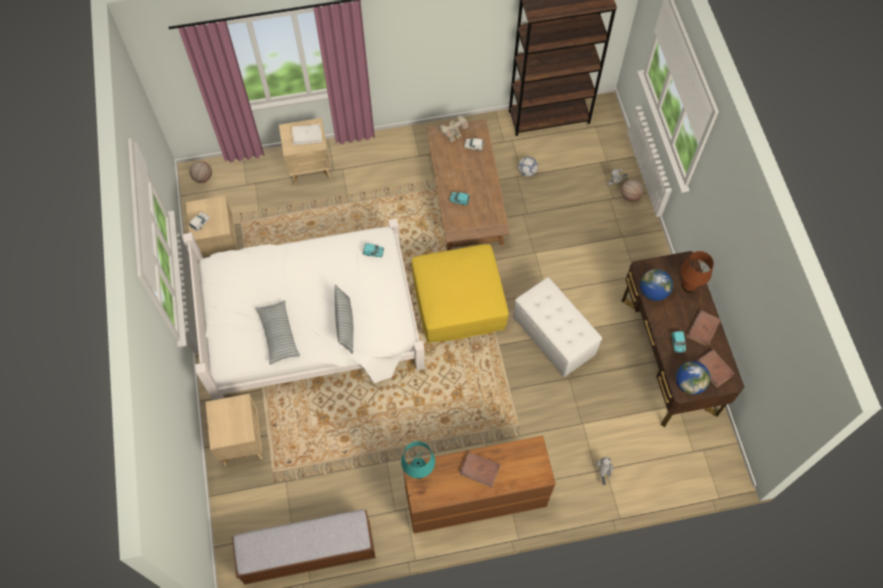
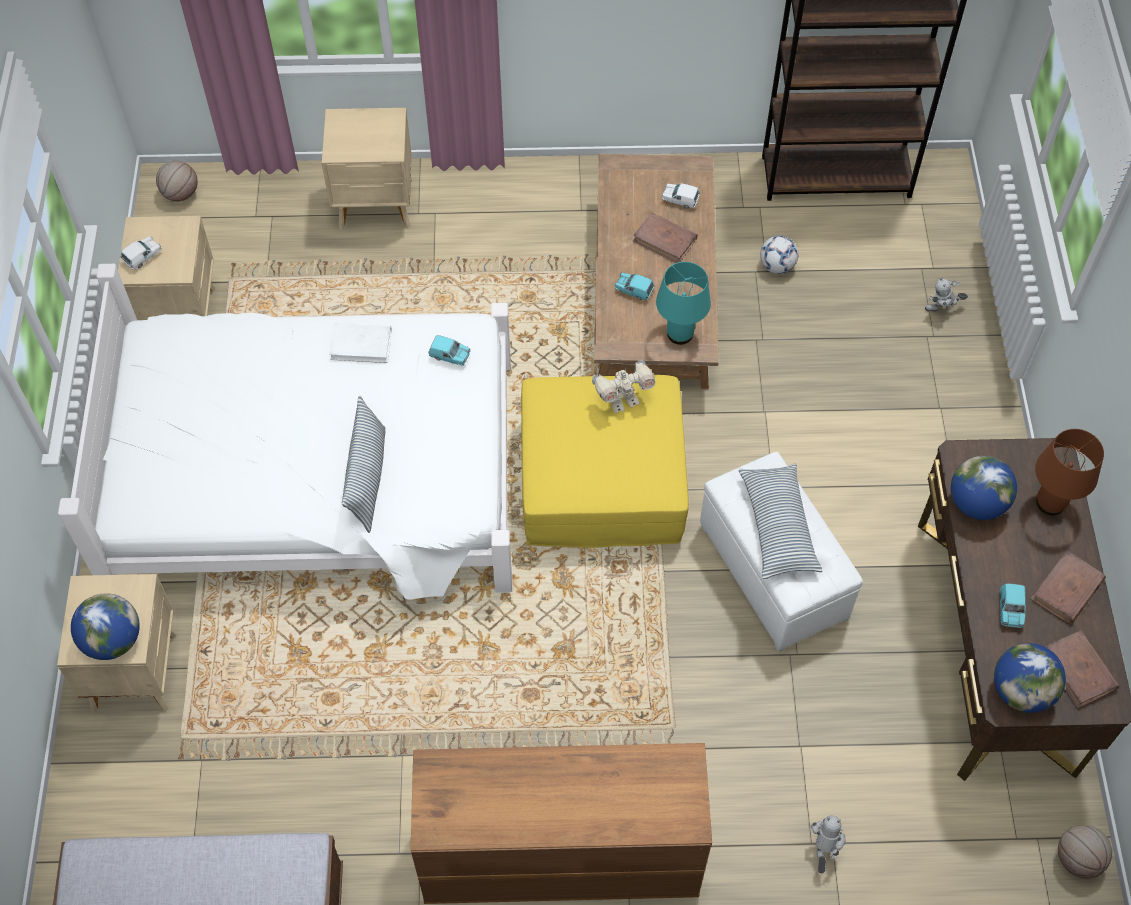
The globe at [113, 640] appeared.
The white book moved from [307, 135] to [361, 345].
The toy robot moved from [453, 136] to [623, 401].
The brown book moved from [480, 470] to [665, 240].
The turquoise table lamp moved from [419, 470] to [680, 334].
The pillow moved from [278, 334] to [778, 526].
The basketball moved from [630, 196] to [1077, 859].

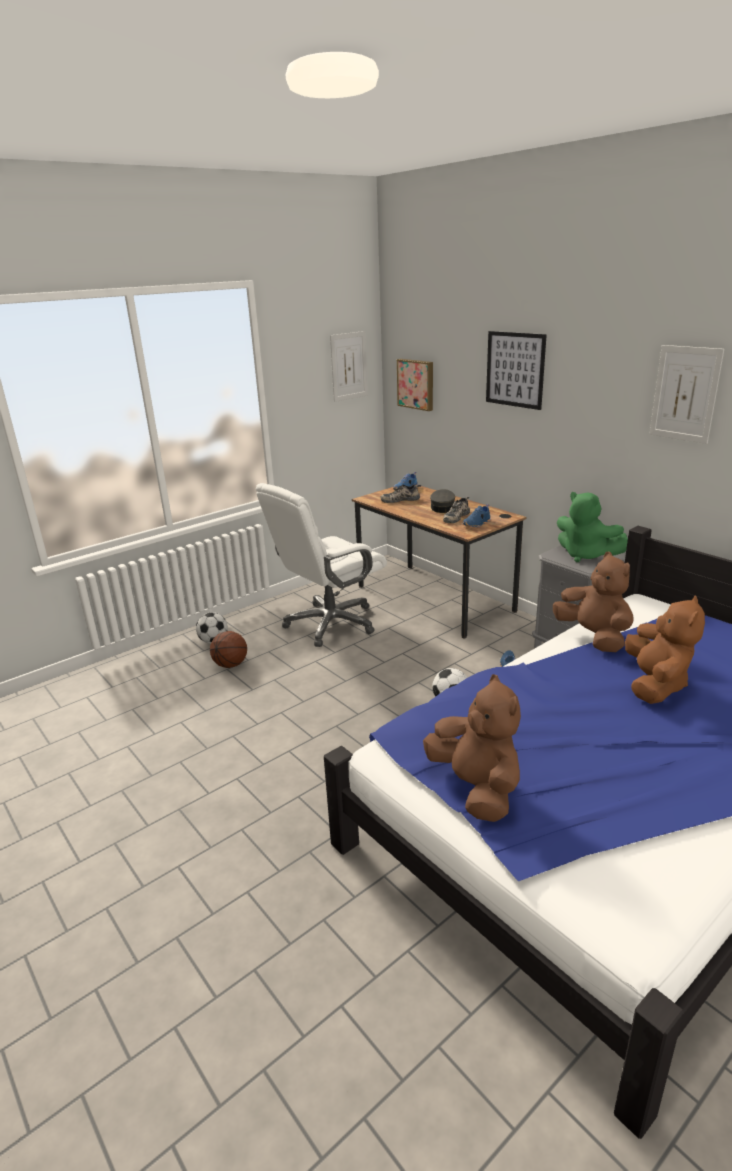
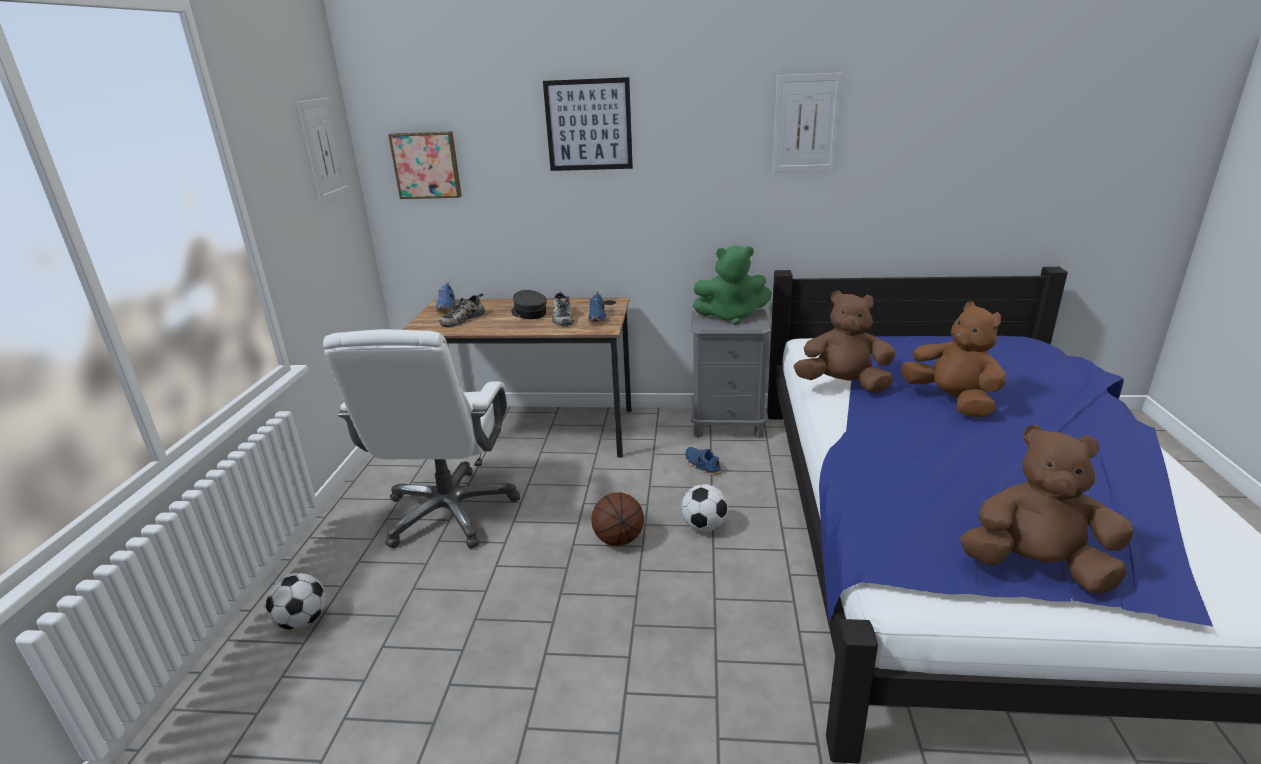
The basketball moved from [231, 664] to [618, 539].

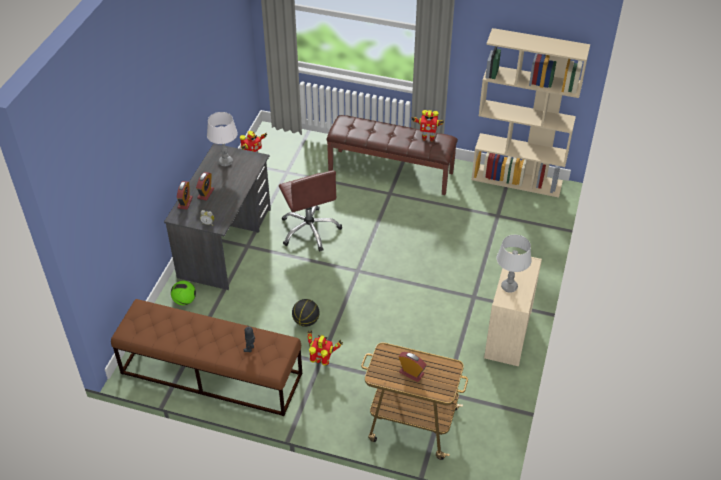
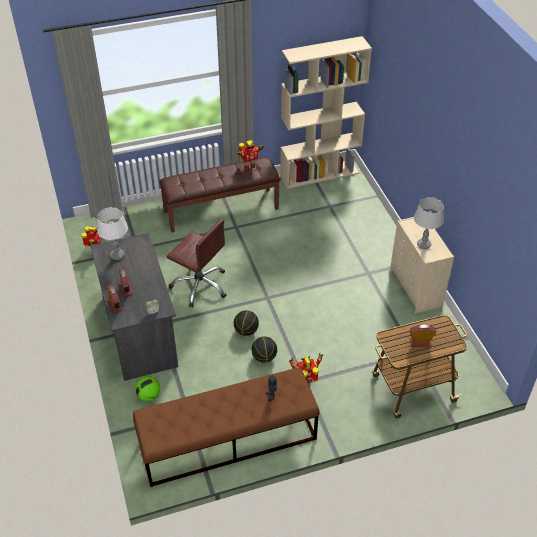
The basketball at [246, 331] appeared.

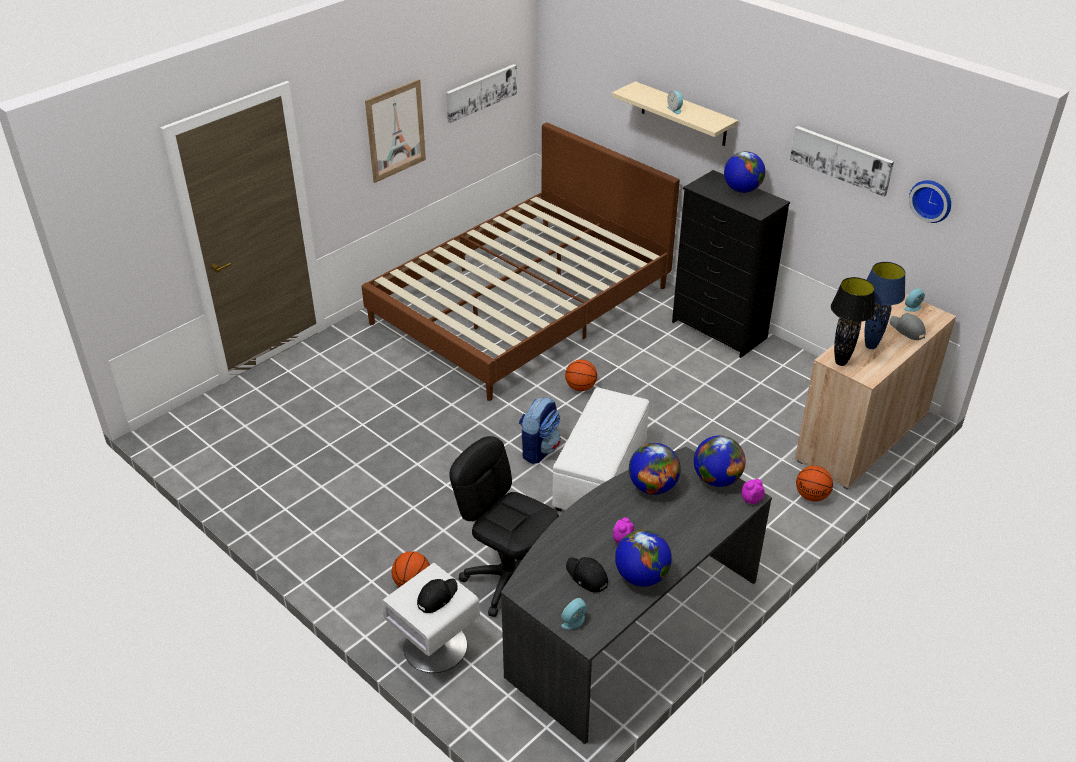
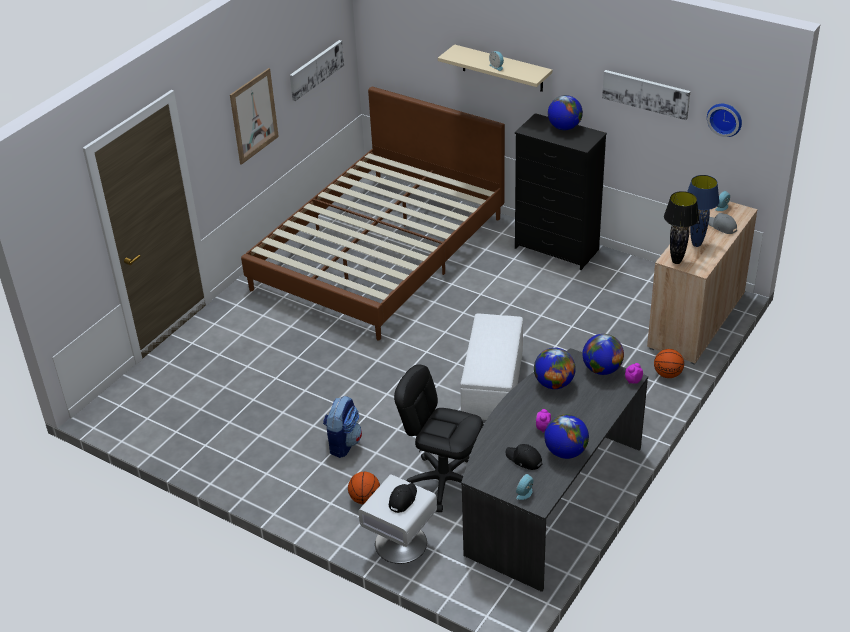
The backpack moved from [539, 449] to [343, 443].
The basketball at [580, 387] disappeared.

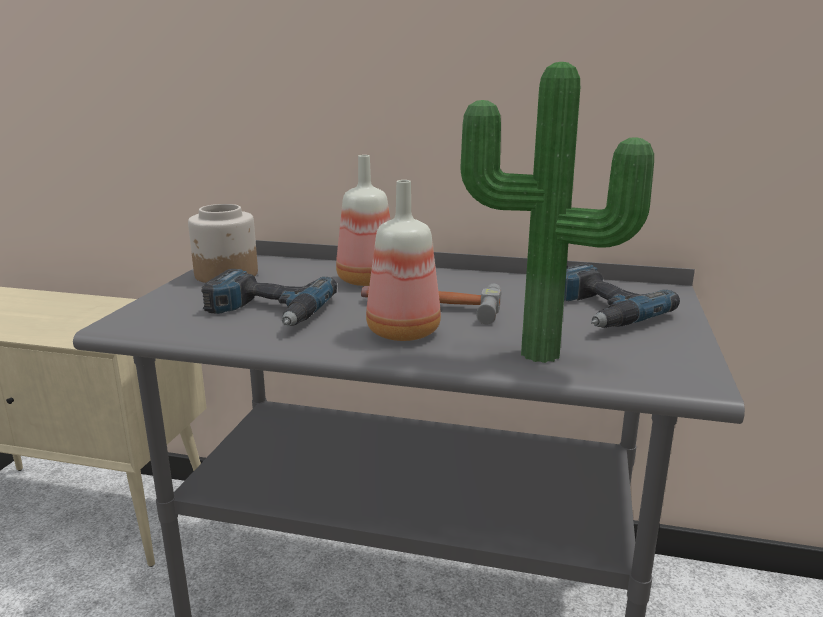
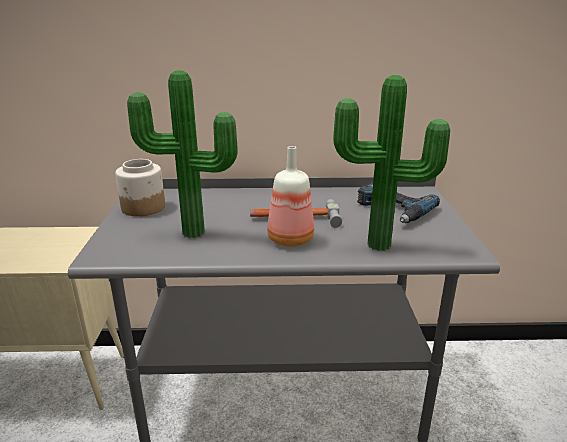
The power drill at [266, 312] was replaced by the potted plant at [193, 234].
The bottle at [368, 281] disappeared.

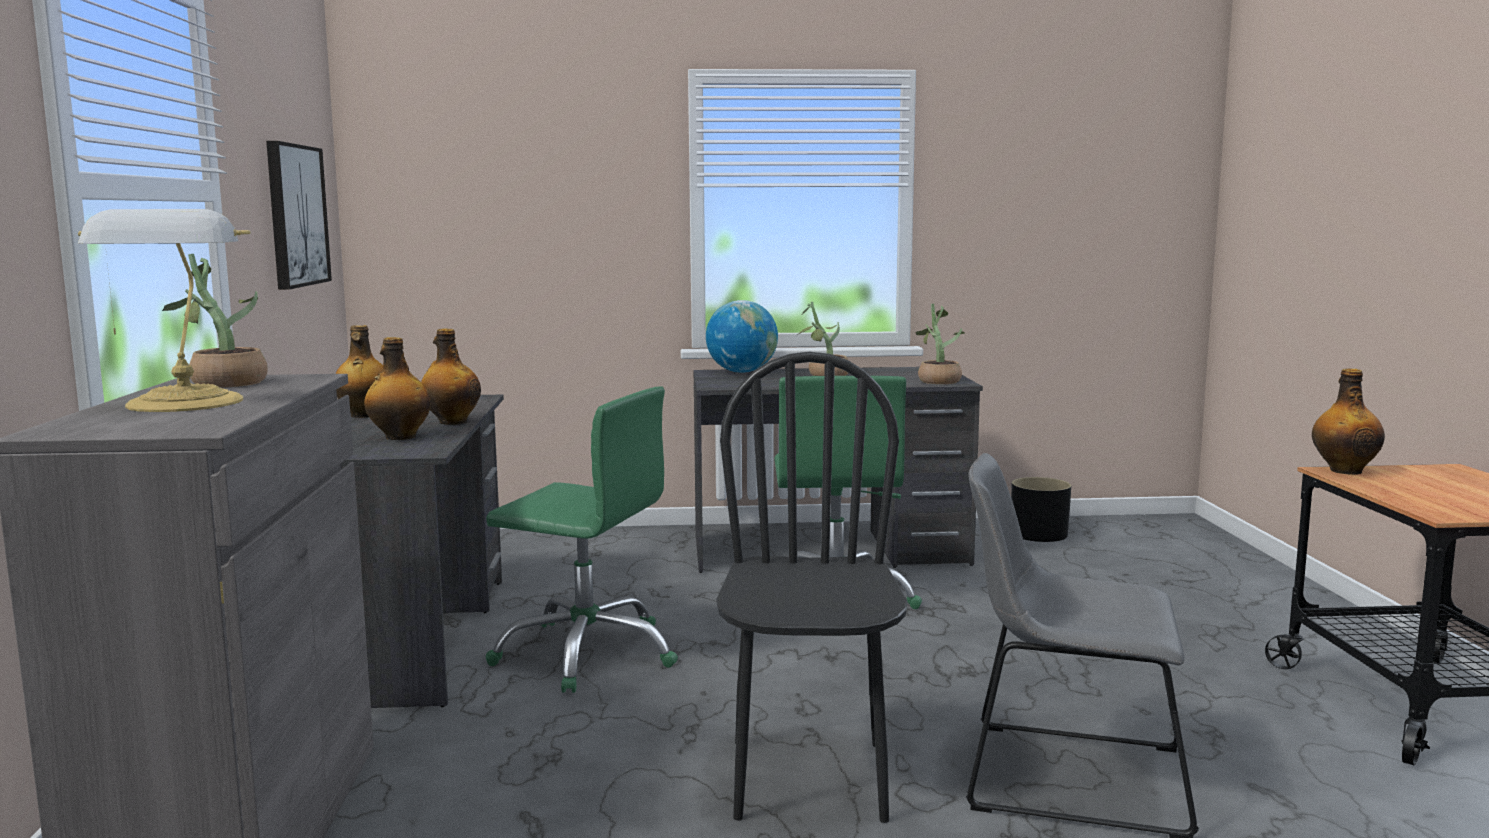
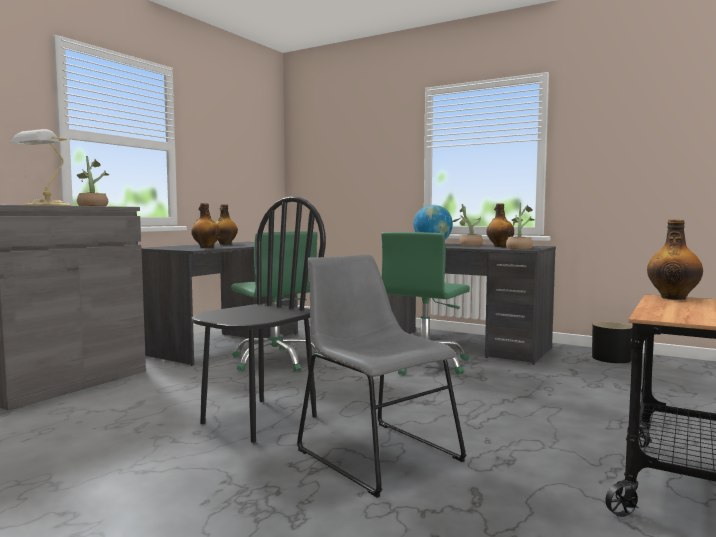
The bottle moved from [452, 422] to [499, 246].
The picture at [296, 215] disappeared.

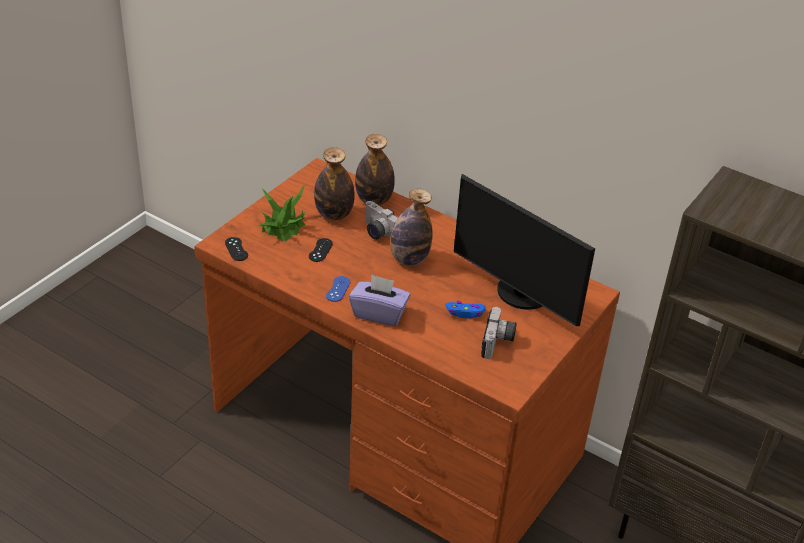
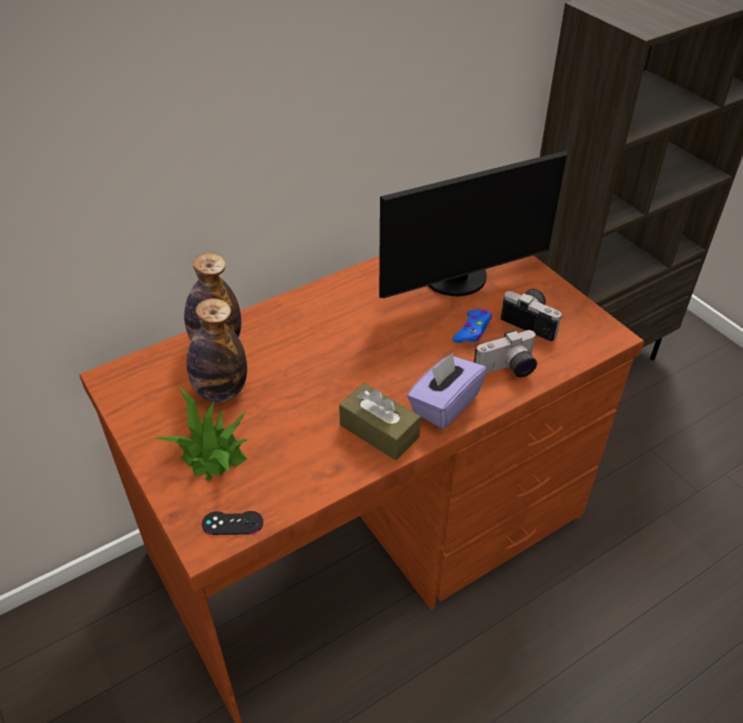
The blue game controller at [338, 289] was replaced by the brown tissue box at [379, 431].
The photo camera moved from [377, 232] to [507, 369].
The black game controller at [320, 250] disappeared.
The bottle at [409, 259] disappeared.

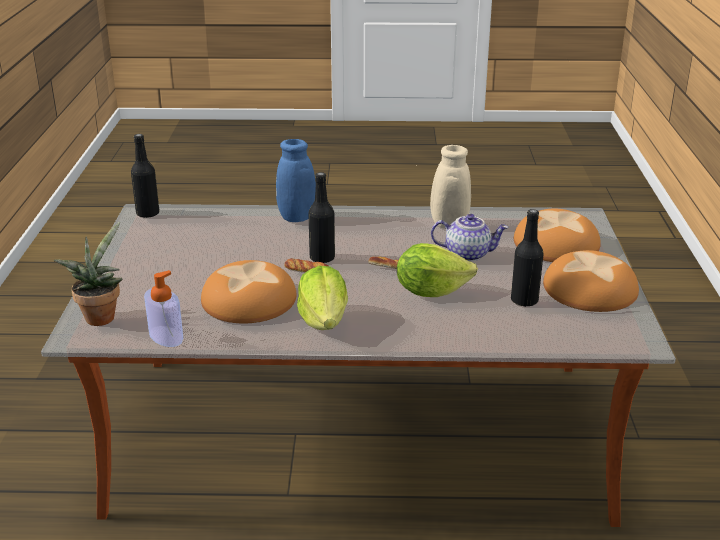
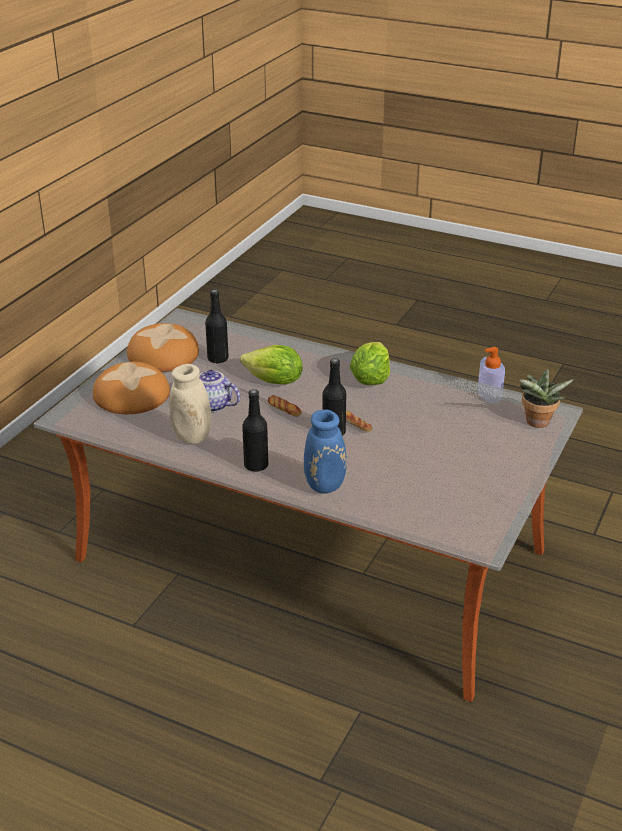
The black bottle moved from [148, 213] to [256, 465].
The bread at [250, 300] disappeared.

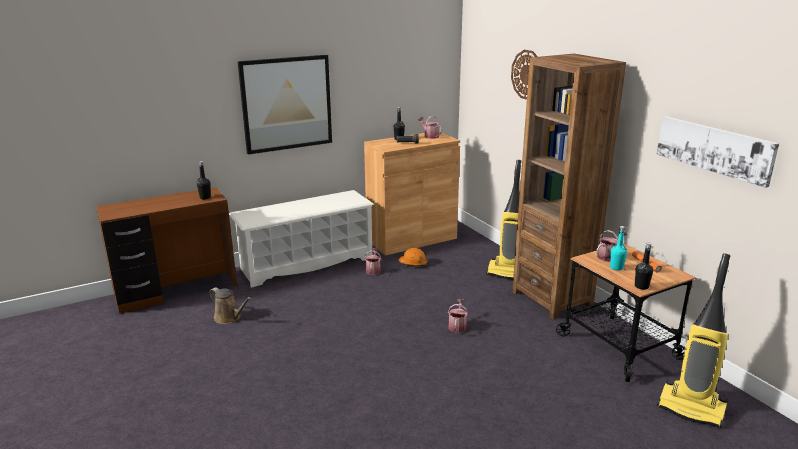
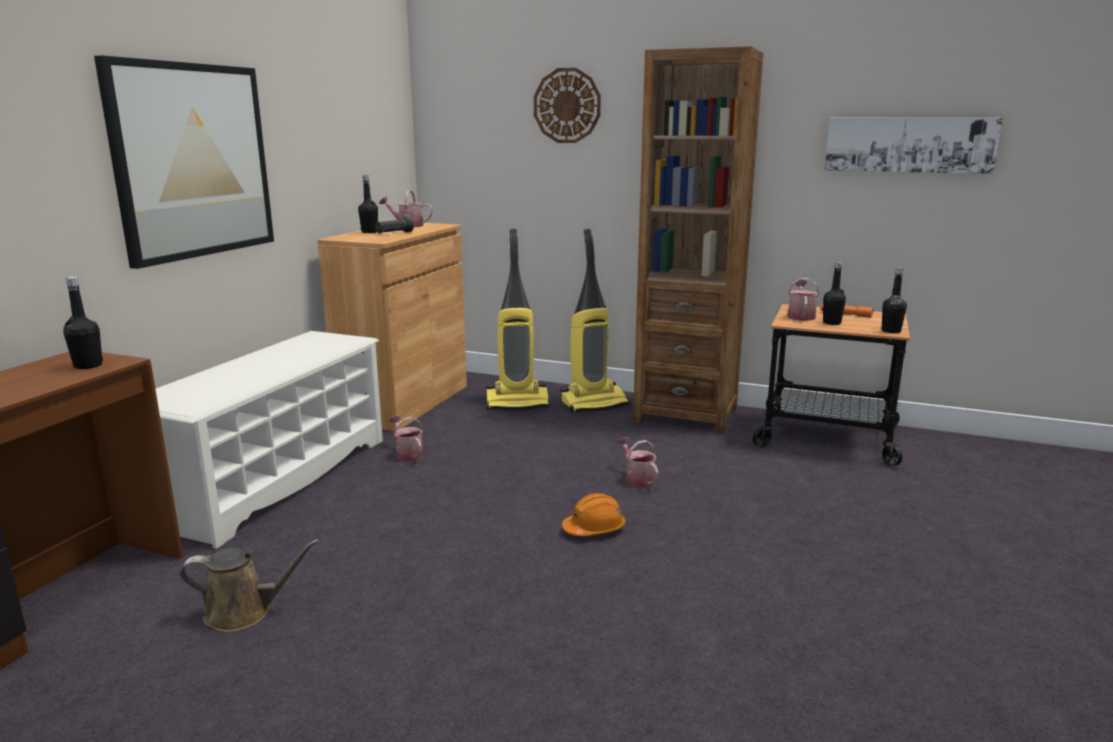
The vacuum cleaner moved from [692, 408] to [518, 403].
The orange hard hat moved from [413, 263] to [594, 529].
The turquoise bottle at [616, 268] became the black bottle at [831, 323].

